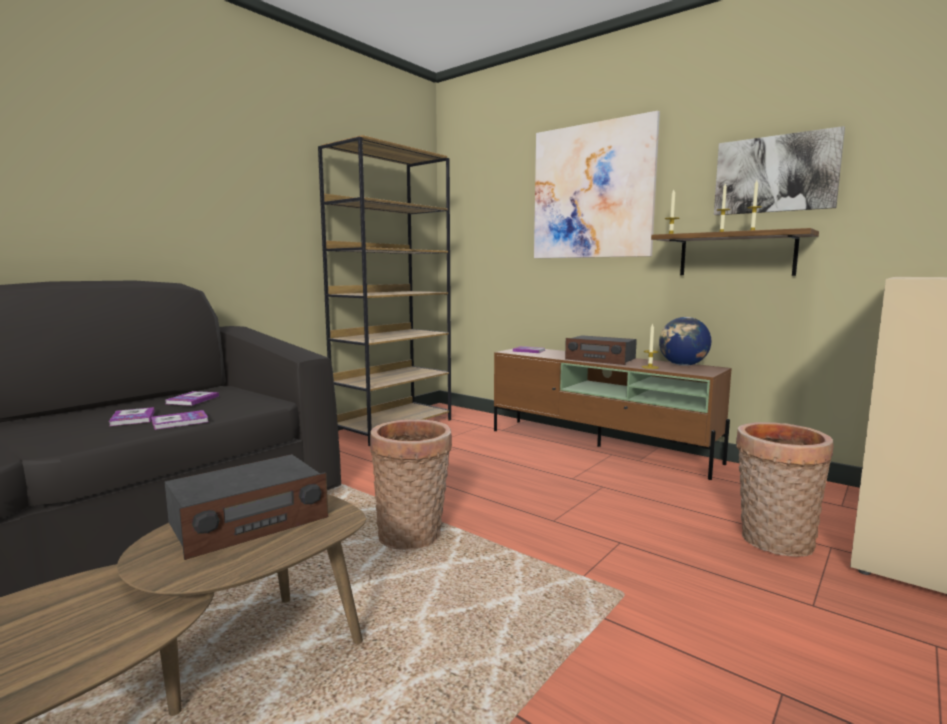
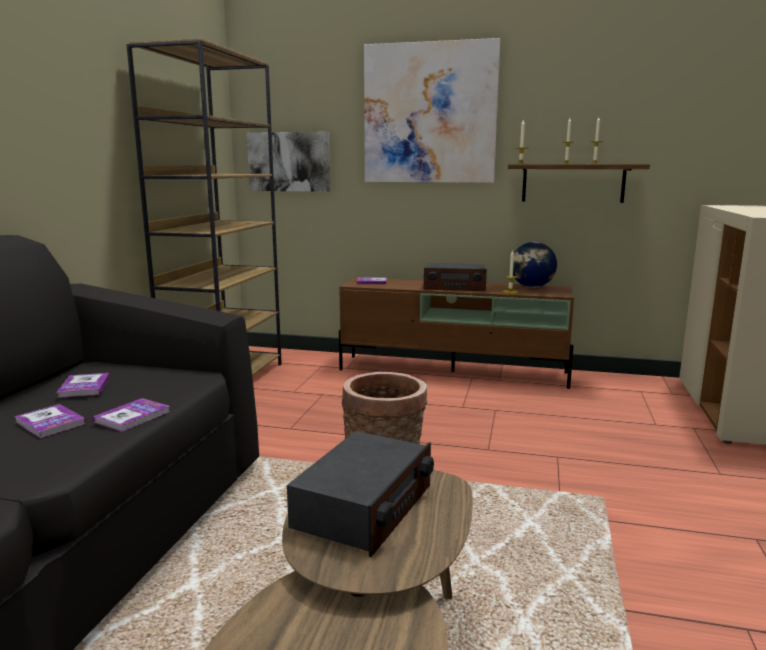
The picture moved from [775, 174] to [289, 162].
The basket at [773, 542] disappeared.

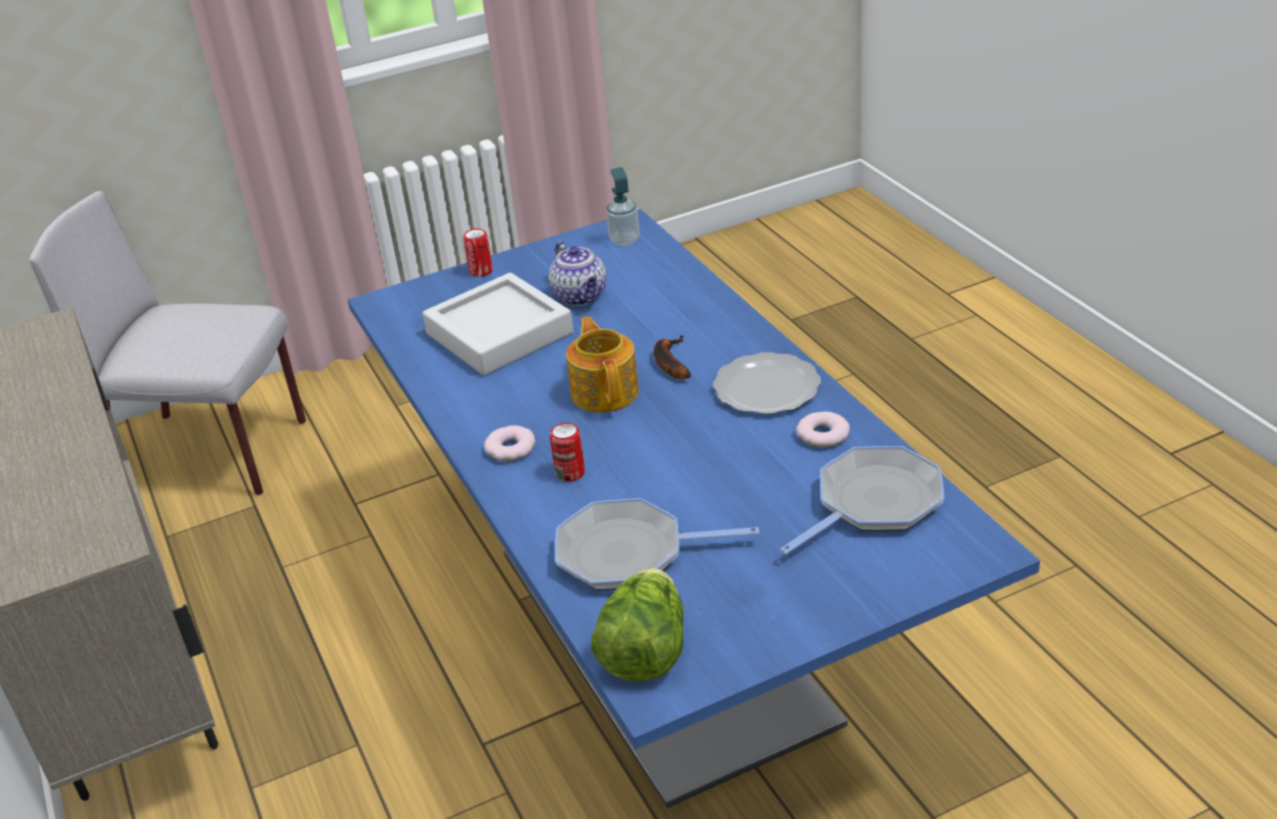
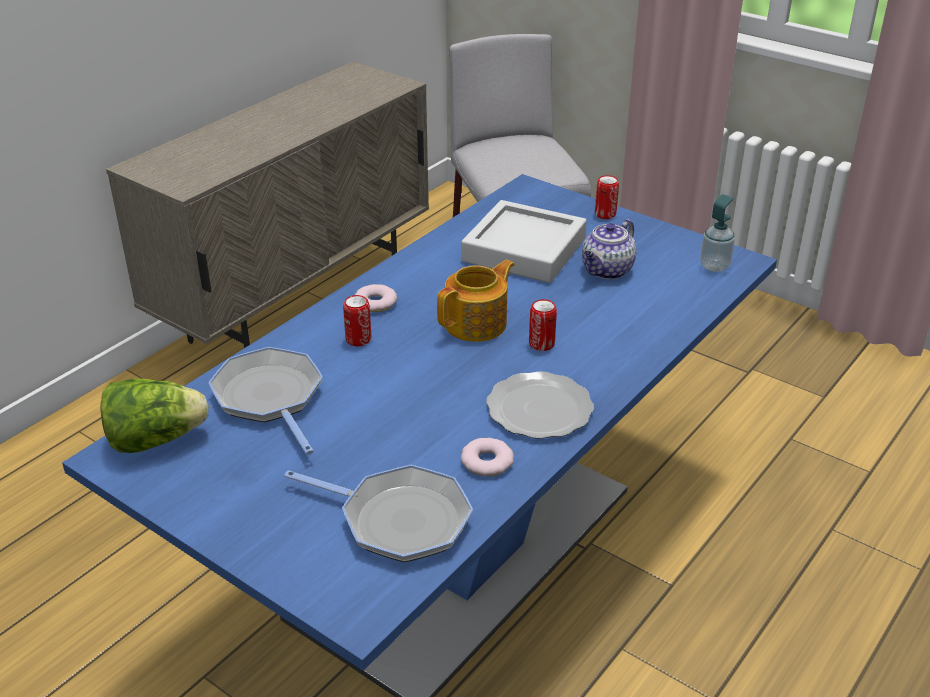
The banana at [669, 362] was replaced by the can at [541, 344].

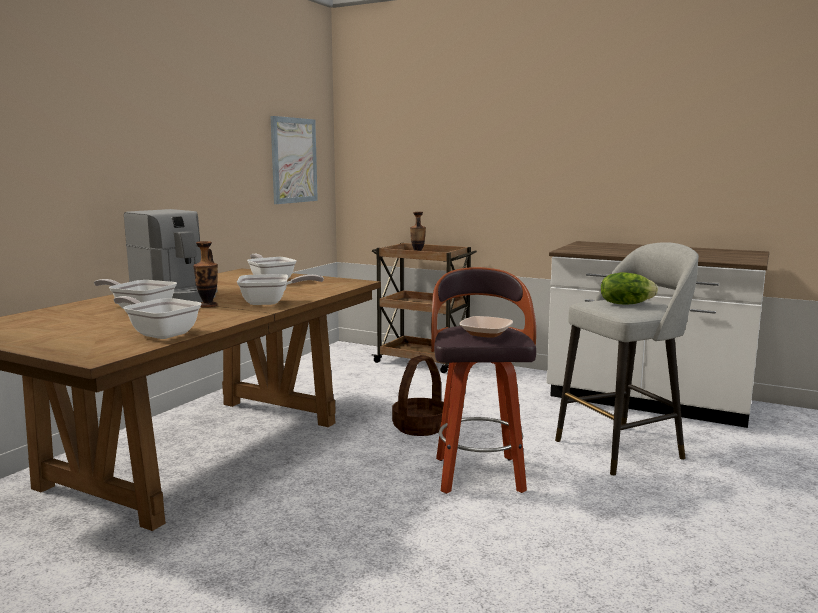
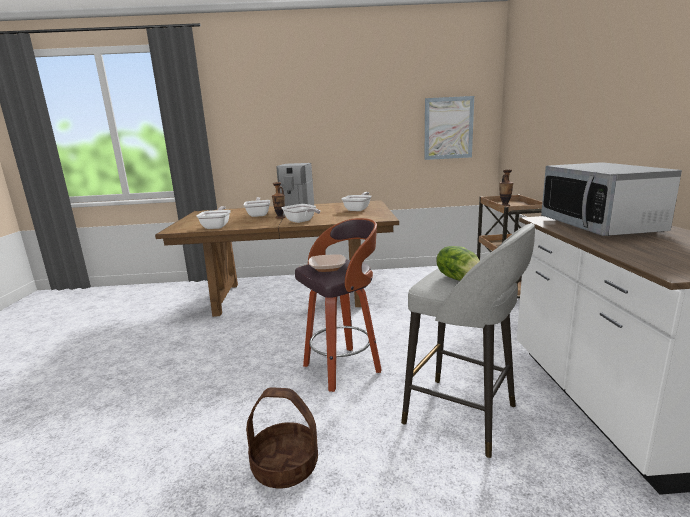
The basket moved from [420, 427] to [285, 466].
The microwave at [599, 226] appeared.

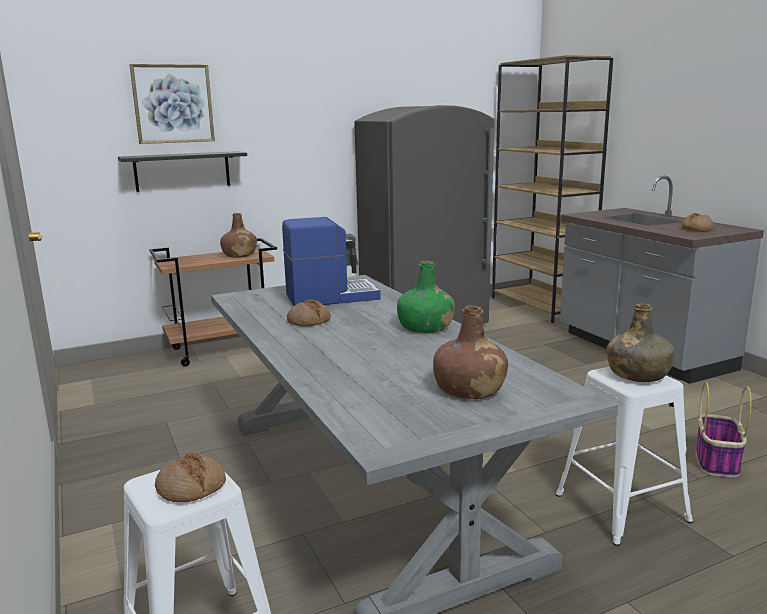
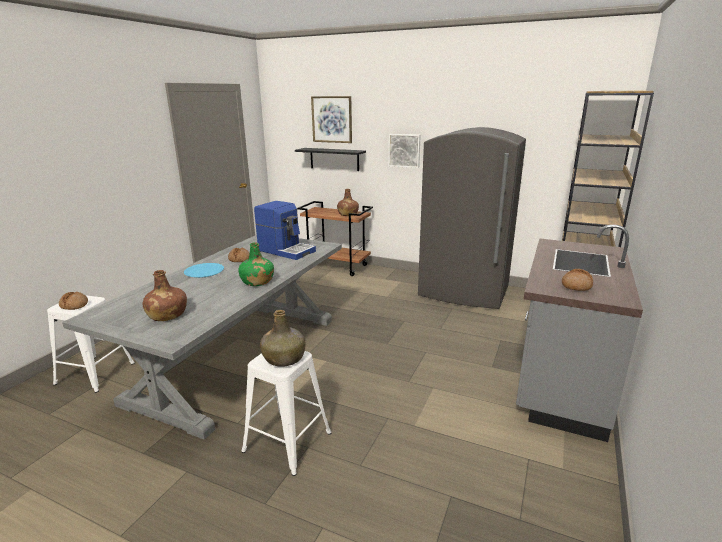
The blue plate at [204, 271] appeared.
The picture at [404, 150] appeared.
The basket at [717, 462] disappeared.

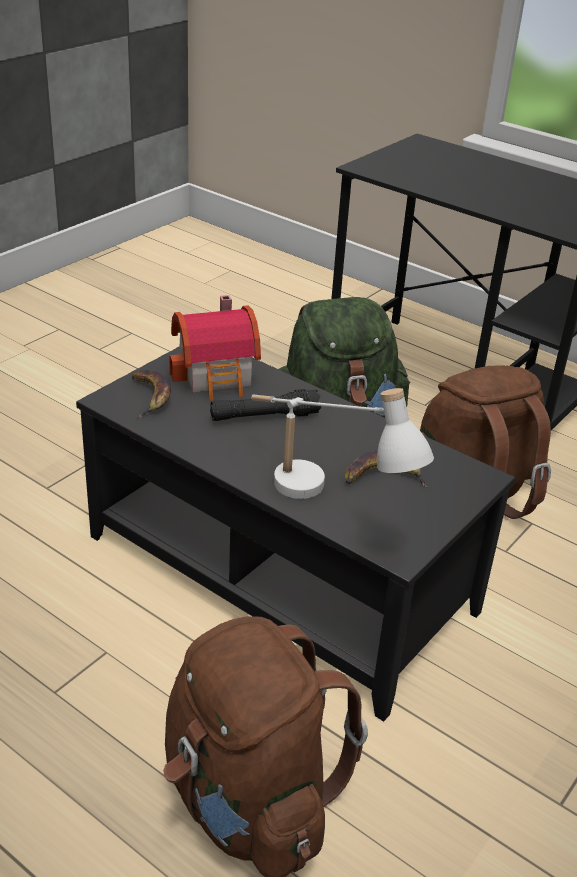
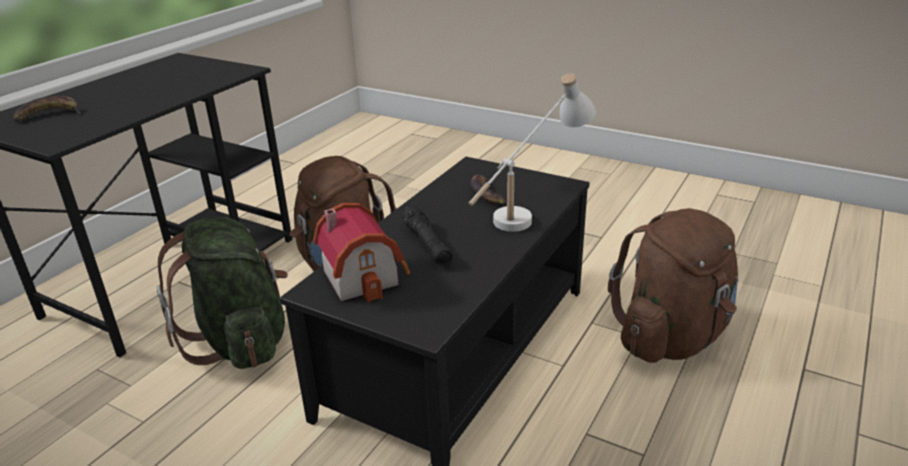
The banana moved from [151, 396] to [49, 114].

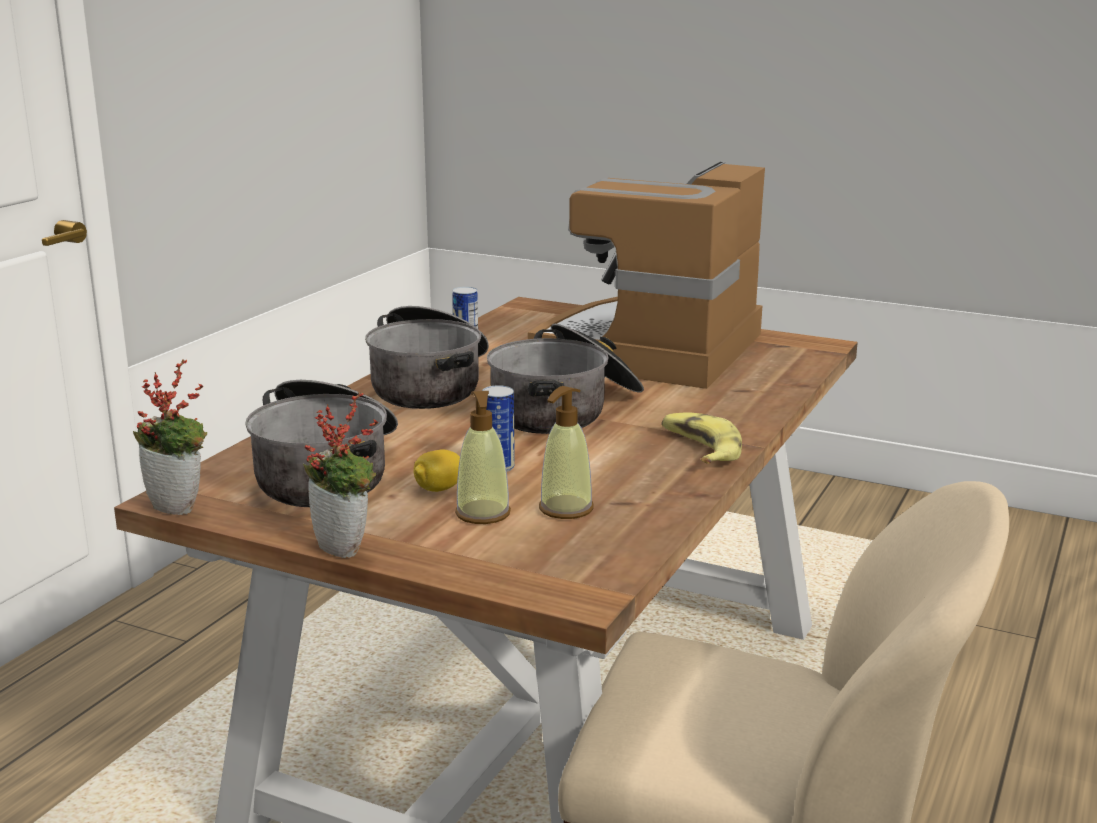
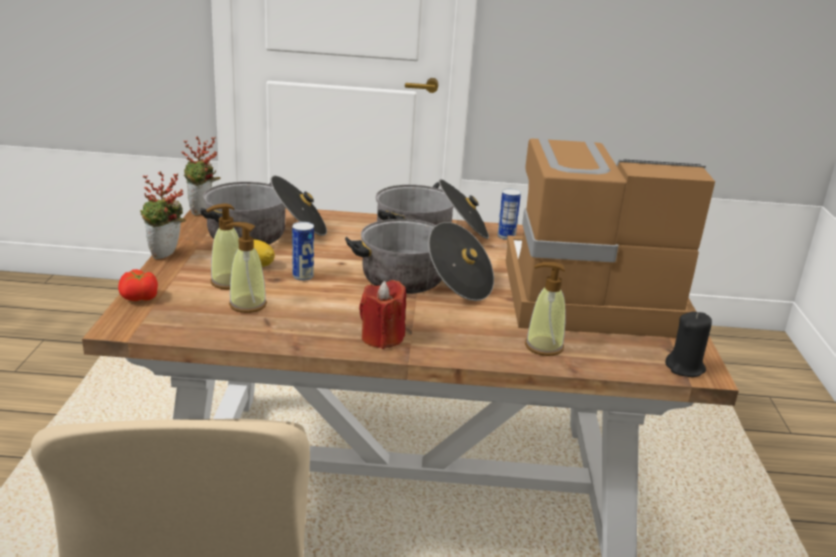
The tomato at [139, 298] appeared.
The banana at [699, 449] was replaced by the red candle at [382, 338].
The soap dispenser at [543, 347] appeared.
The black candle at [685, 368] appeared.

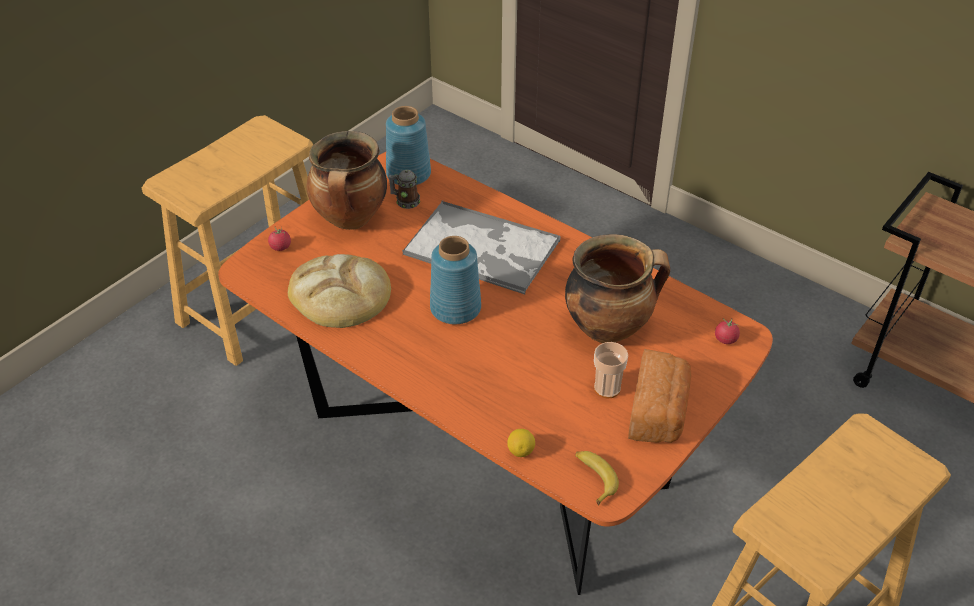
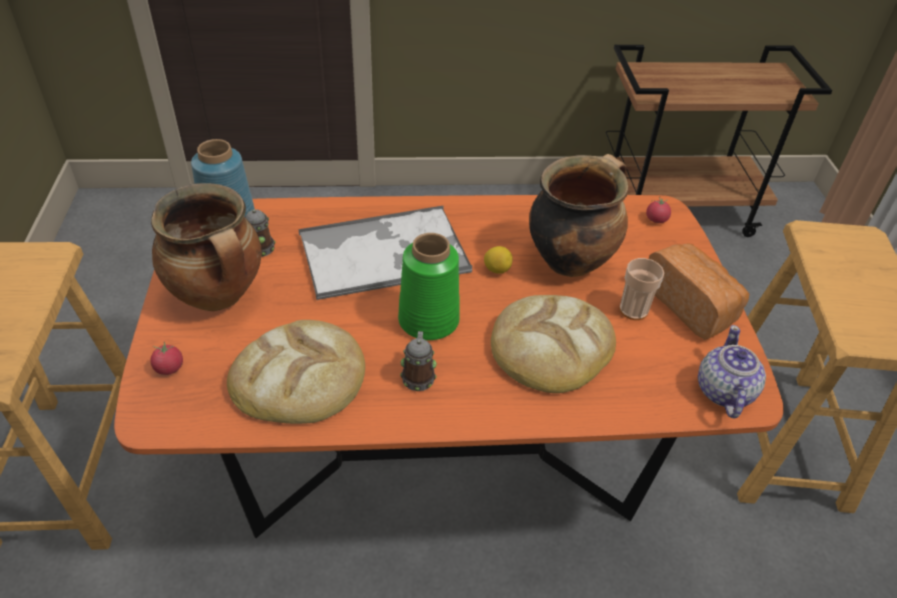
The blue vase at [455, 309] became the green vase at [429, 321].
The mug at [418, 375] appeared.
The lemon moved from [521, 451] to [497, 269].
The bread at [551, 347] appeared.
The banana at [594, 478] was replaced by the teapot at [723, 392].

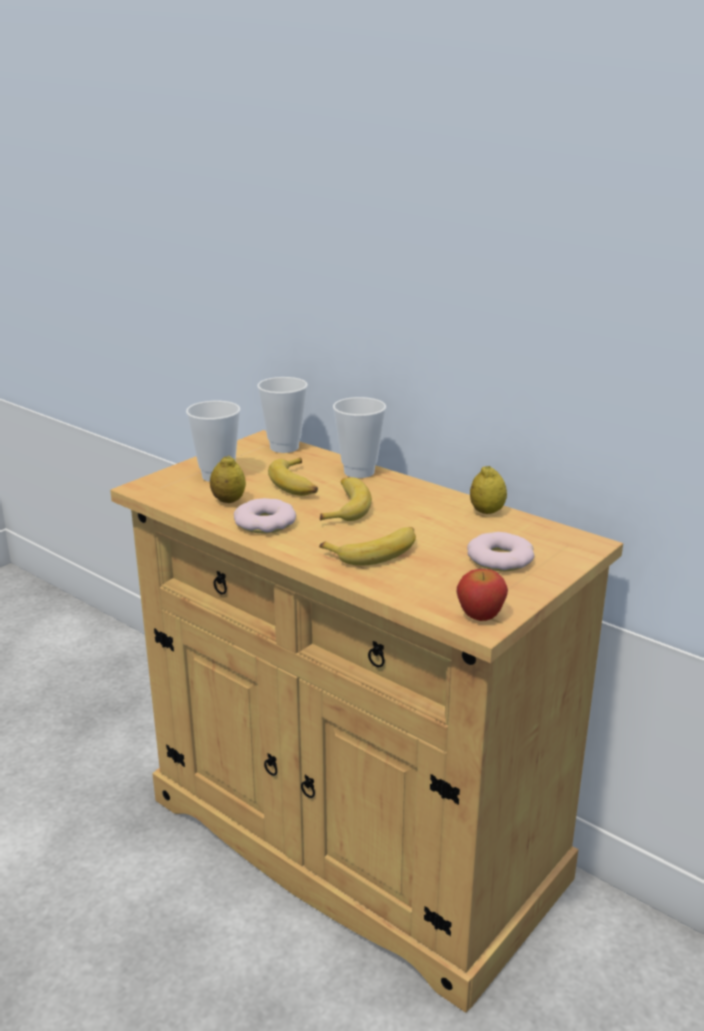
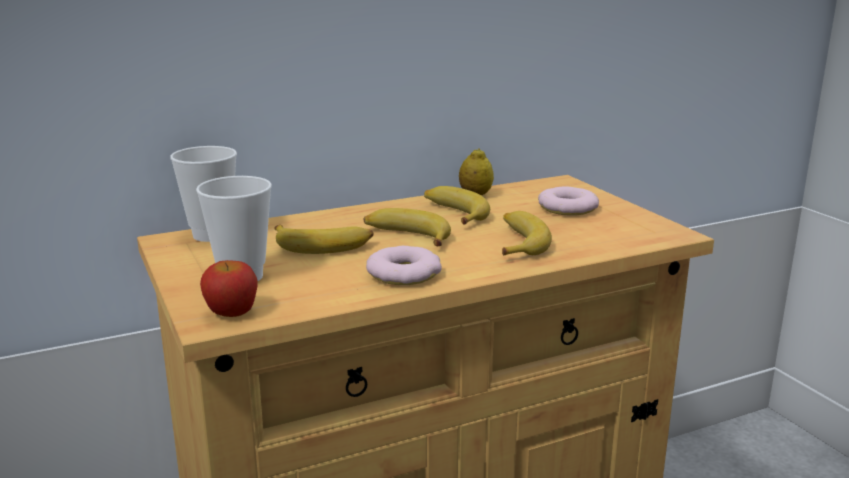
The apple moved from [480, 615] to [231, 312].
The banana at [454, 213] appeared.
The lemon at [228, 501] disappeared.
The cup at [359, 472] disappeared.

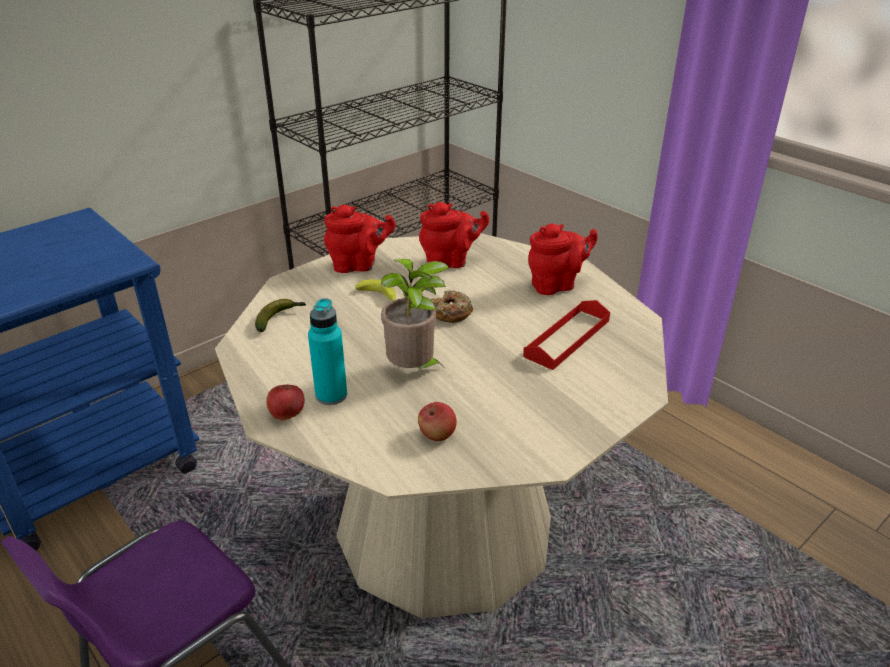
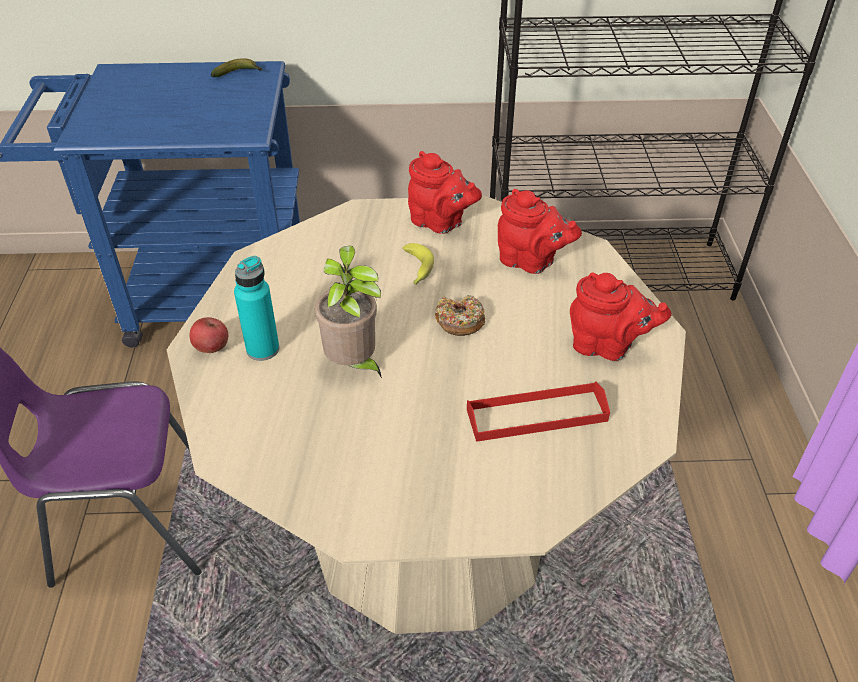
The banana moved from [279, 319] to [239, 74].
The apple at [437, 435] disappeared.

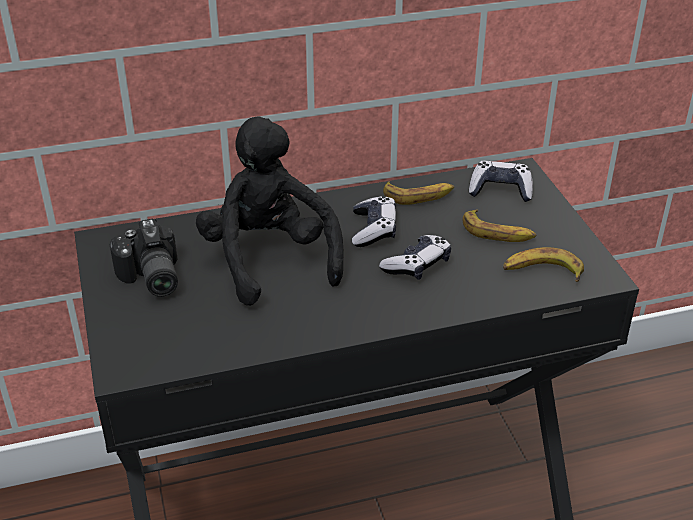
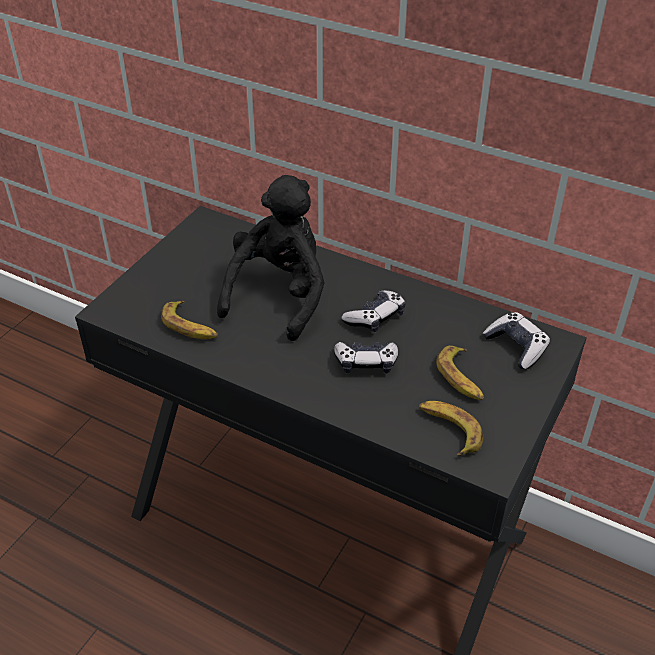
The banana moved from [418, 196] to [190, 327].
The photo camera at [149, 278] disappeared.

